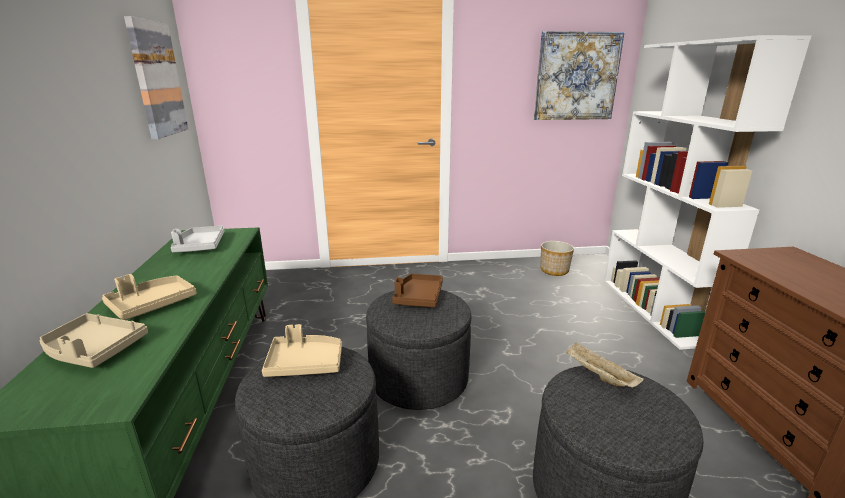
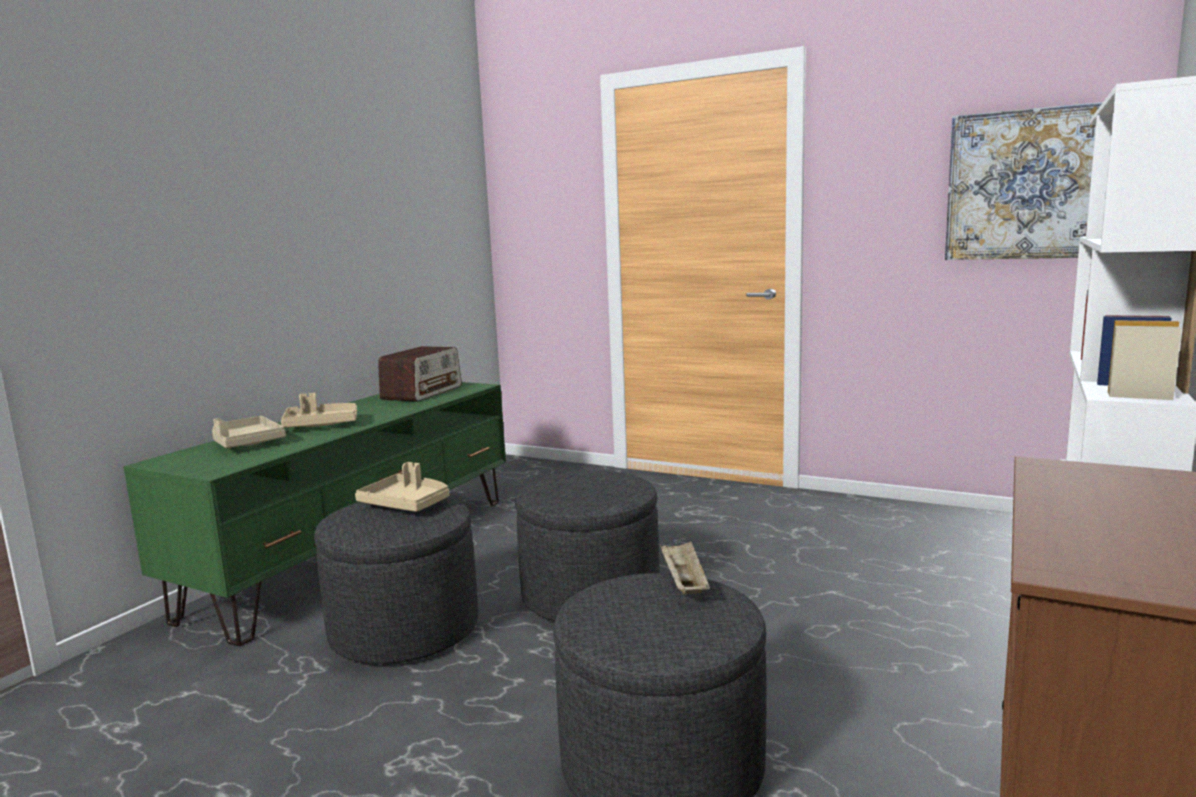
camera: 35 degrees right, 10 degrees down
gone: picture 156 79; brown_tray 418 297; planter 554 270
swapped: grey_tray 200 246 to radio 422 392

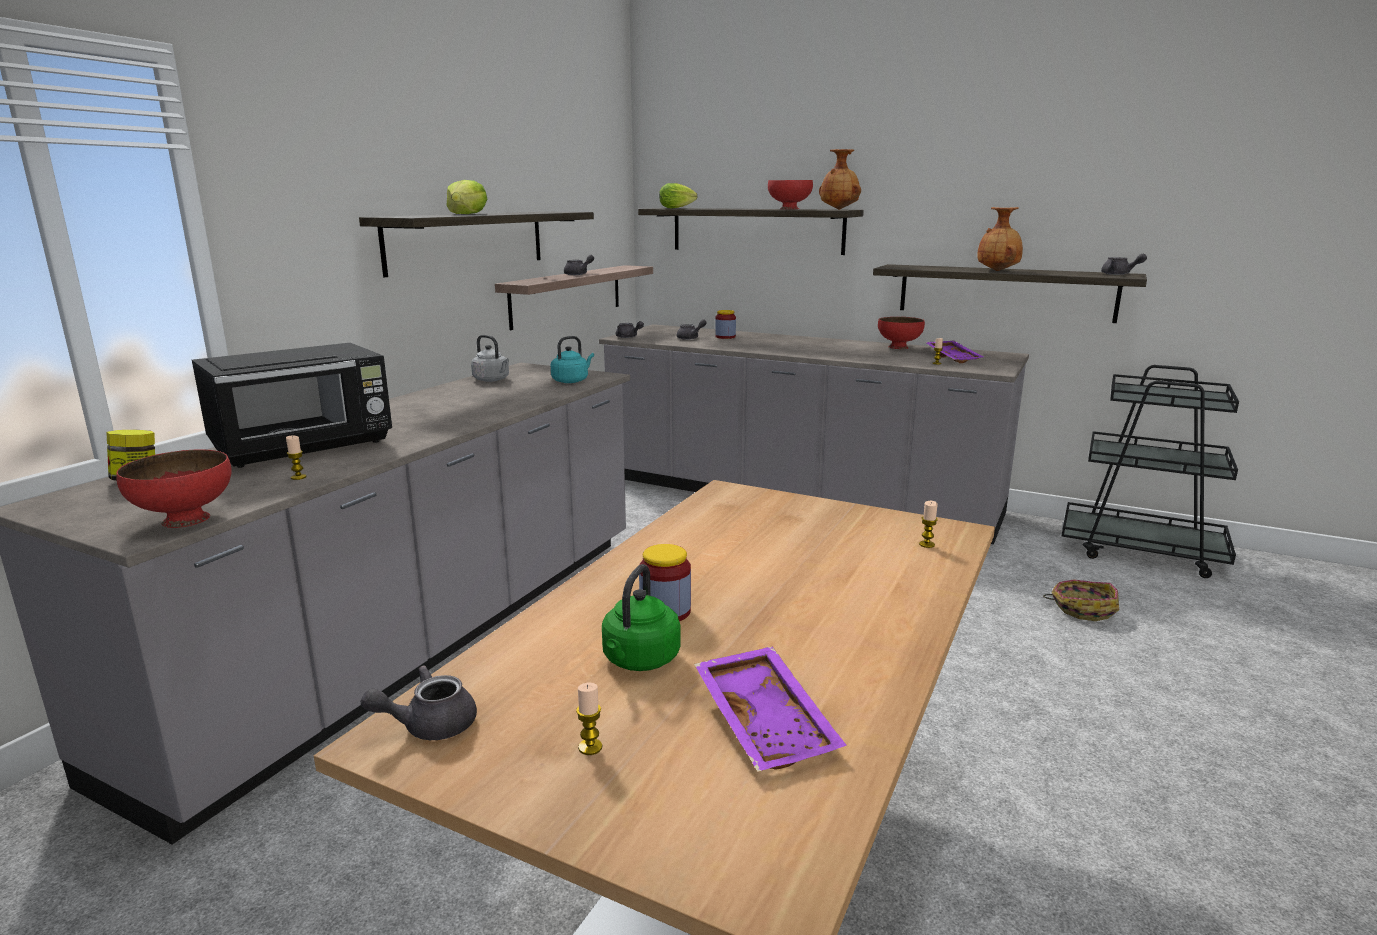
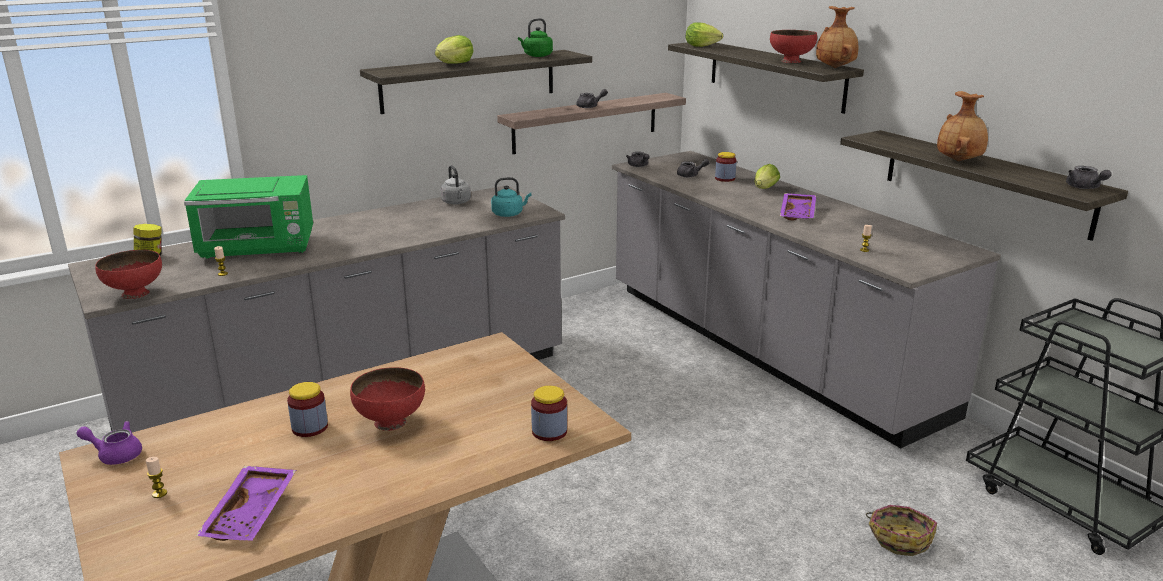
camera: 30 degrees right, 5 degrees up
new: lettuce 764 189
shifted: green_kettle 639 661 to 536 56; red_bowl 899 347 to 390 423; purple_tray 954 358 to 798 213
swapped: candle 926 544 to jar 549 432
repainted: black_microwave 305 447 to green_microwave 259 248; grey_teapot 429 725 to purple_teapot 115 455

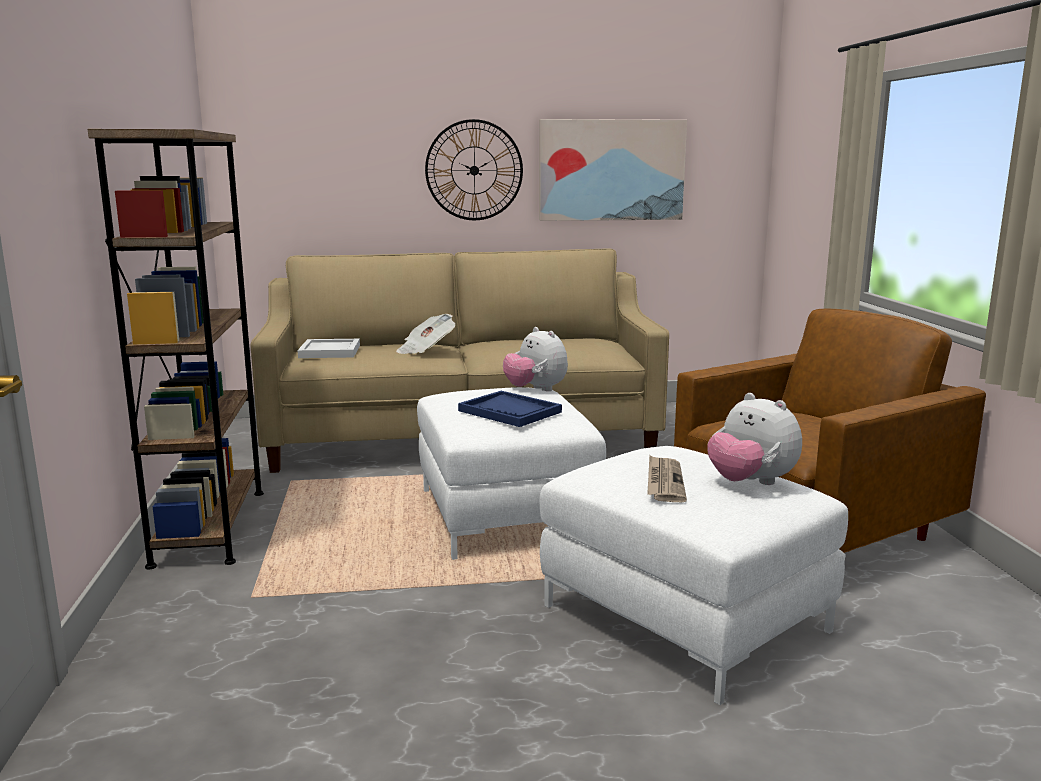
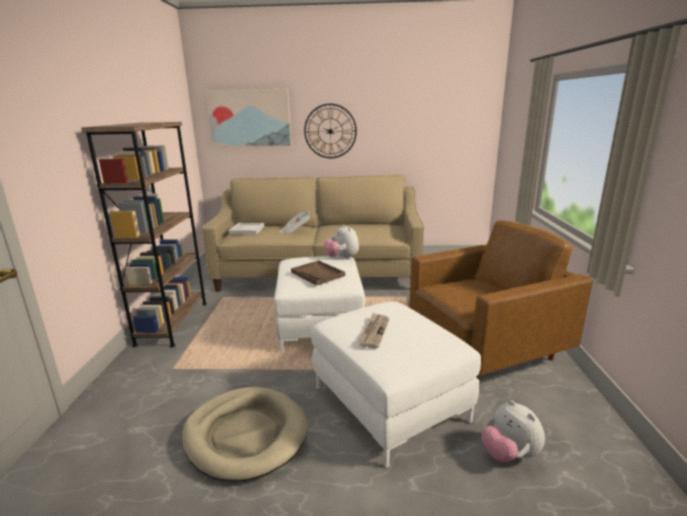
camera: 10 degrees right, 5 degrees up
new: beige_dog_bed 246 435
shifted: picture 611 170 to 249 118; plush_toy 751 483 to 509 454
repainted: blue_tray 510 411 to brown_tray 318 274

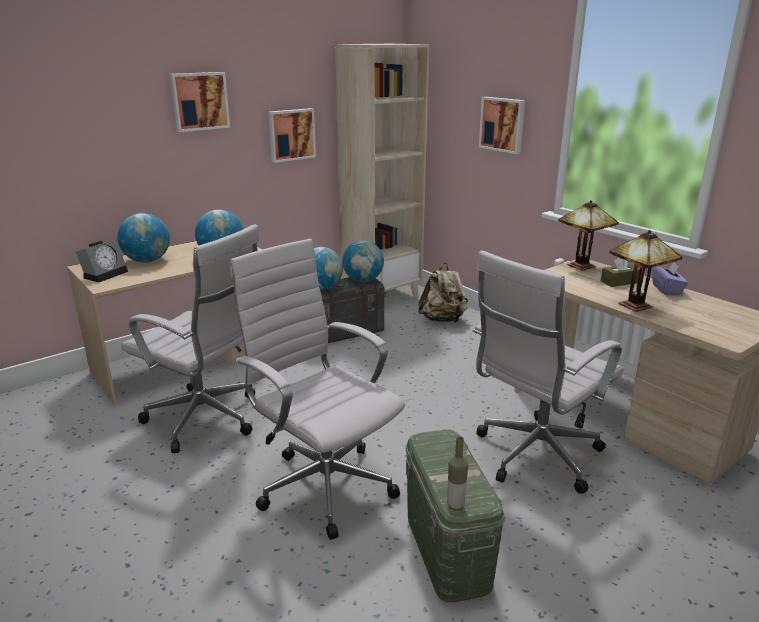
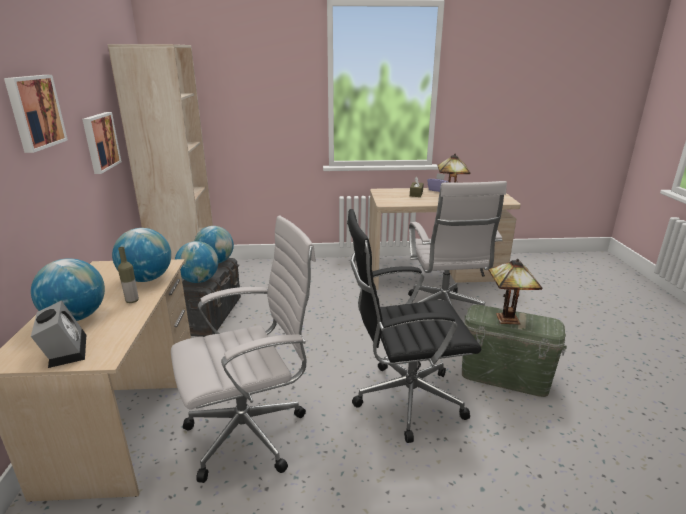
camera: 55 degrees left, 0 degrees up
gone: beige_backpack 443 320; picture 503 124
shifted: bottle 455 505 to 132 301; table_lamp 581 265 to 506 318
repainted: white_office_chair 323 484 to black_office_chair 403 400

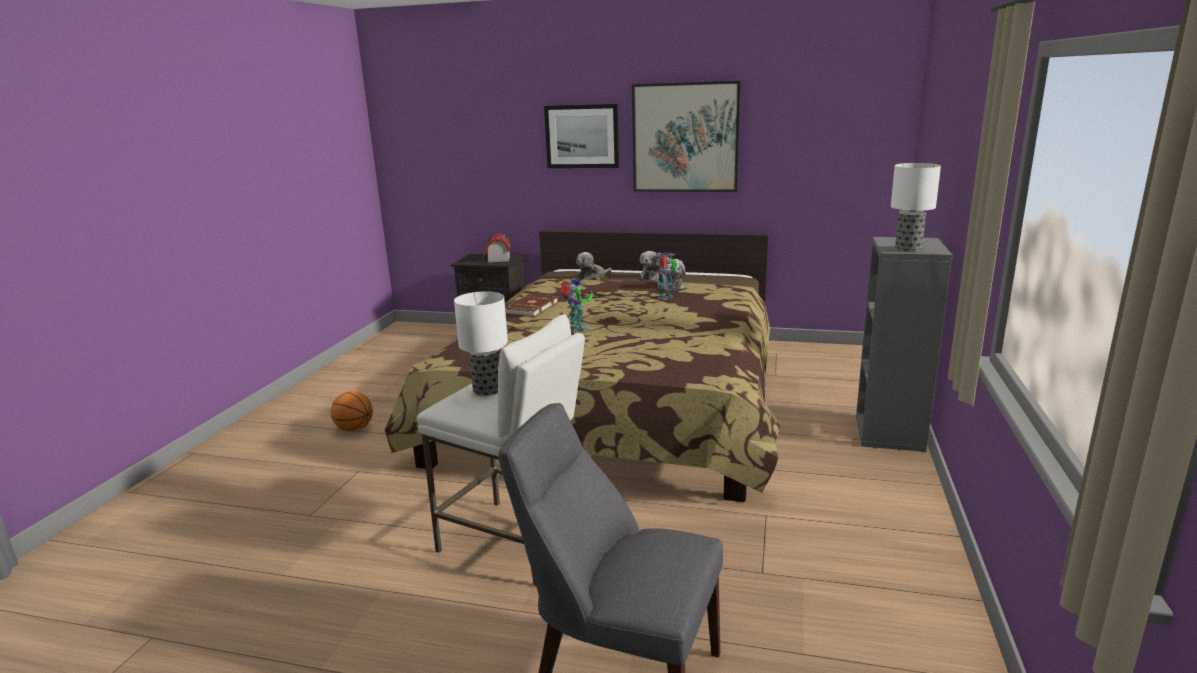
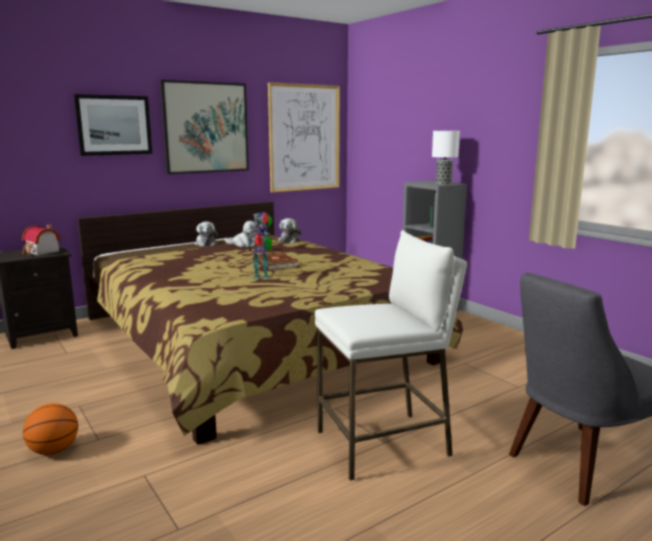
camera: 50 degrees left, 5 degrees down
gone: table_lamp 488 390
new: picture 304 138
shifted: brown_book 530 308 to 274 264; plush_toy 592 277 to 289 240

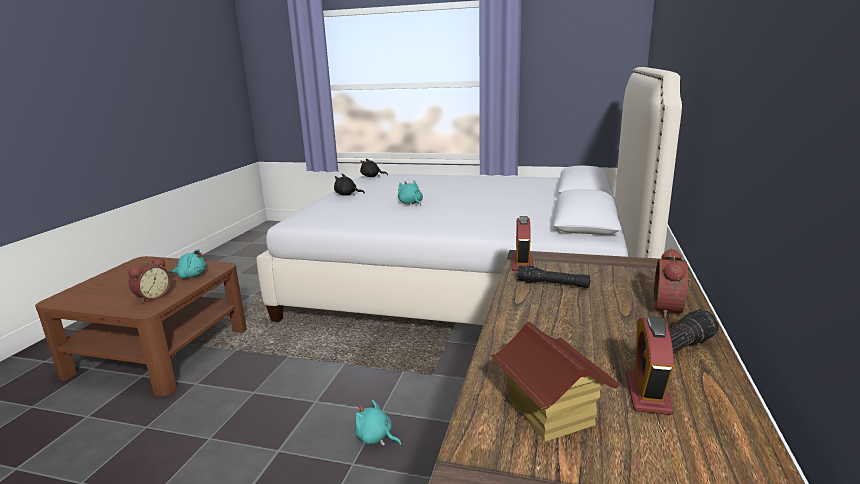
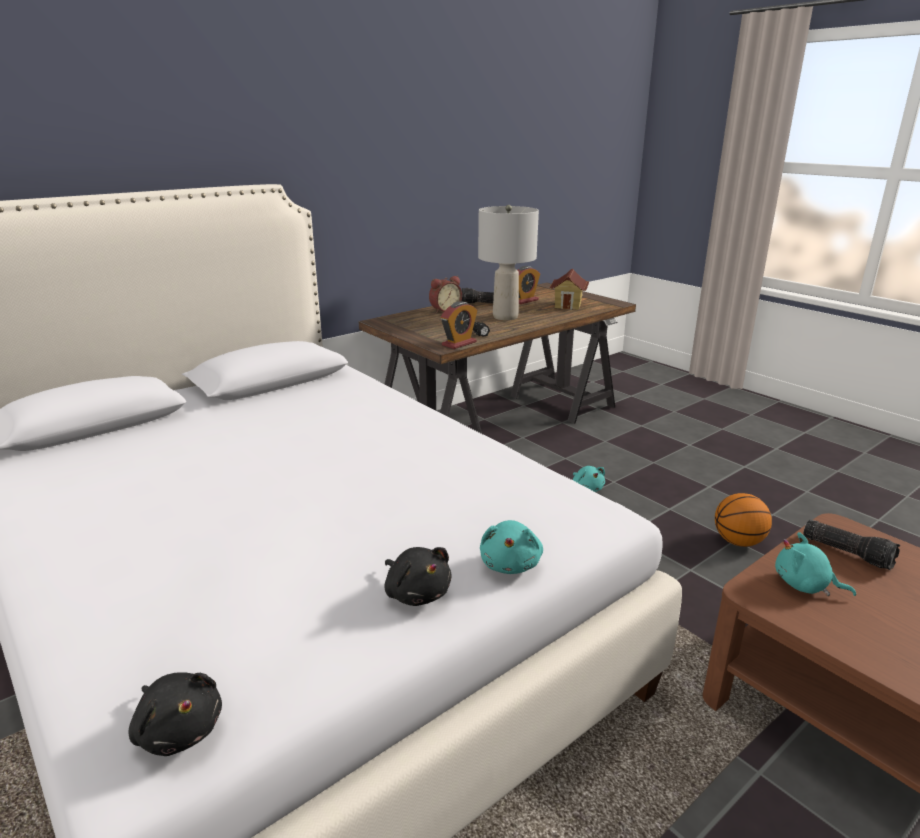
camera: 145 degrees left, 5 degrees up
new: grey_table_lamp 505 317; basketball 738 542
shifted: turquoise_plush_toy 411 203 to 510 564
swapped: alarm_clock 152 296 to flashlight 848 552

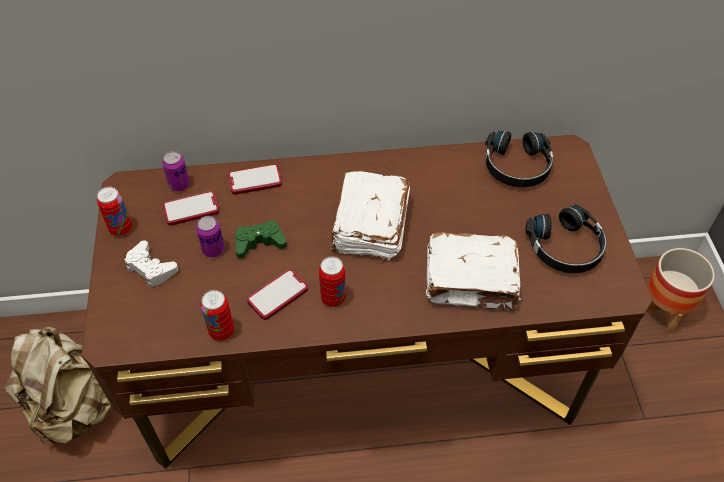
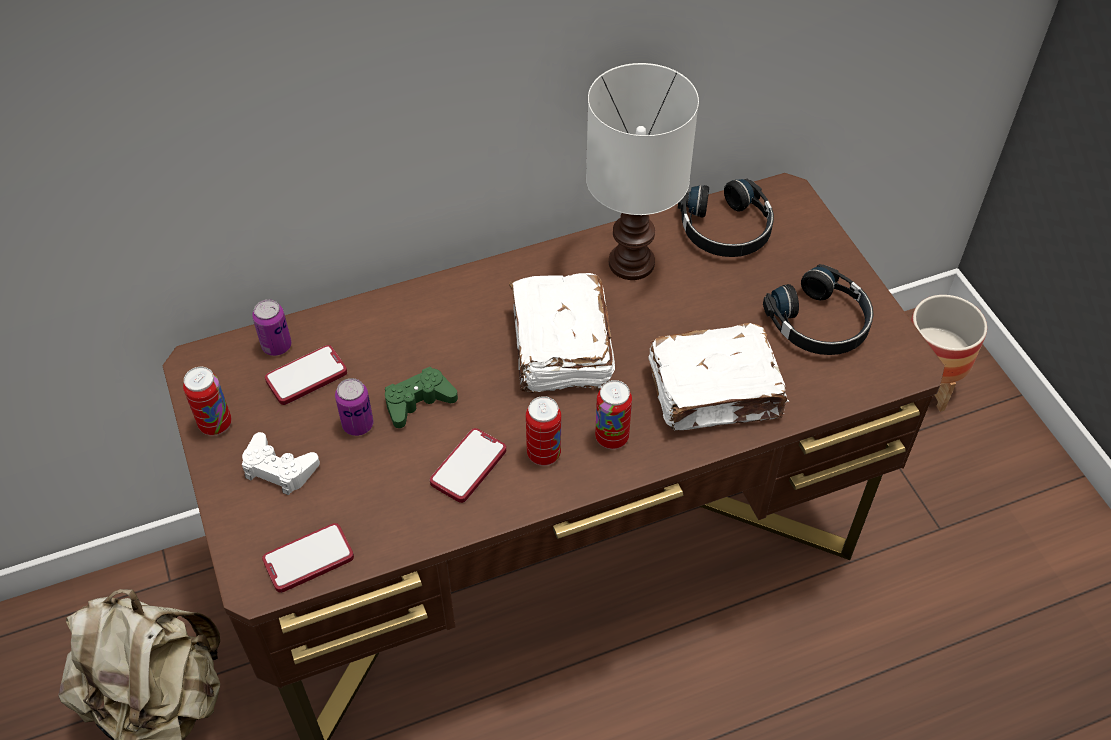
camera: 15 degrees left, 0 degrees up
new: white_table_lamp 632 264
shifted: can 221 331 to 611 438; phone 255 180 to 308 559

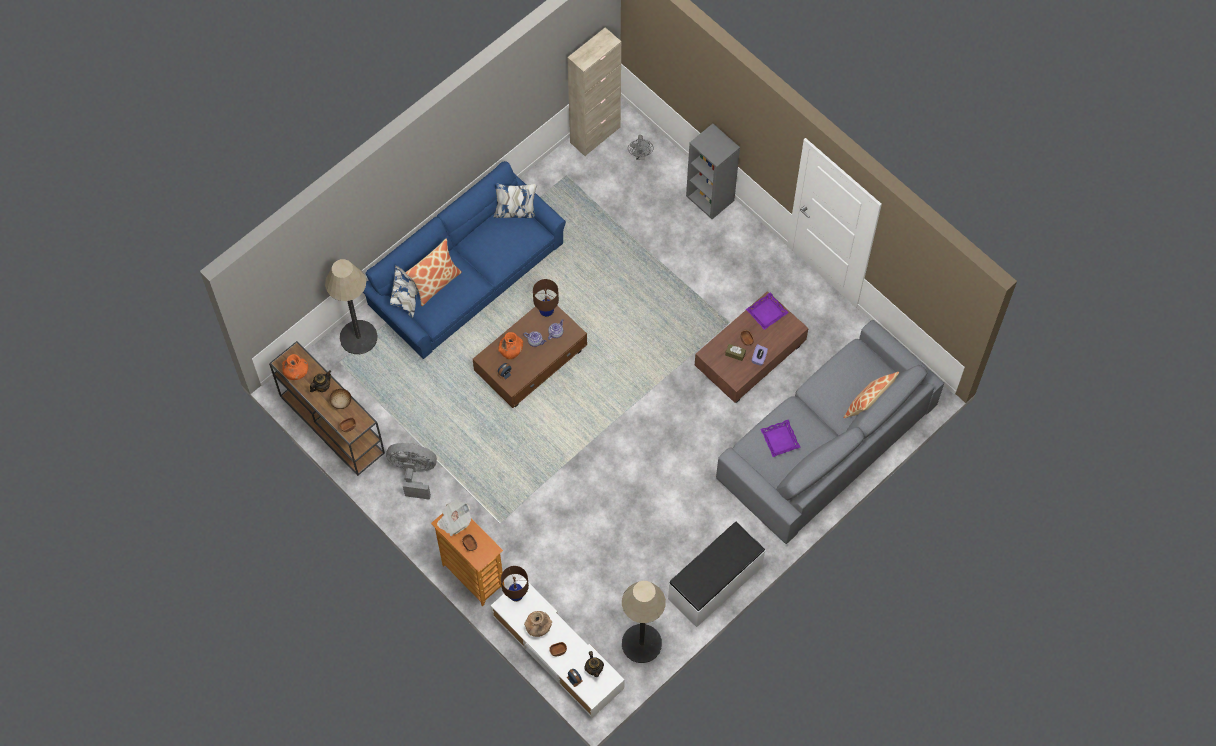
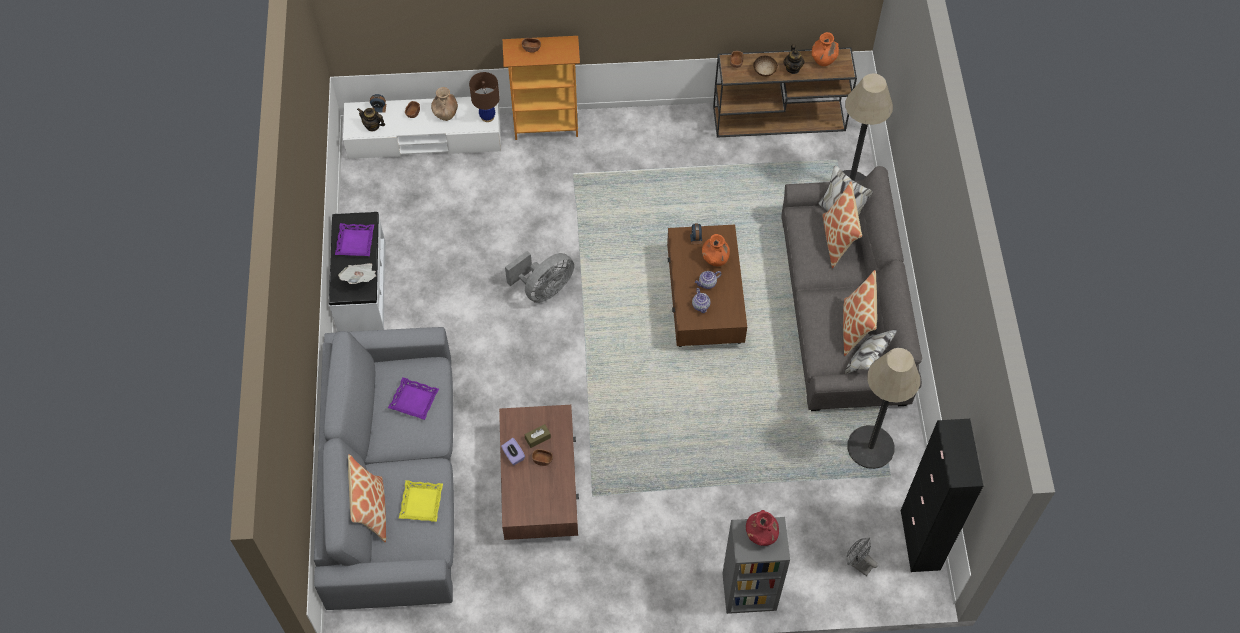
camera: 130 degrees right, 5 degrees down
gone: brown_table_lamp 546 312
new: yellow_tray 421 503; red_vase 761 534; pillow 855 327
shifted: grey_fan 414 473 to 544 289; newspaper 454 521 to 360 278; floor_lamp 641 643 to 870 447; purple_tray 767 313 to 355 242
repainted: blue_sofa 467 276 to grey_sofa 842 310; beige_cabinet 595 135 to black_cabinet 919 540

